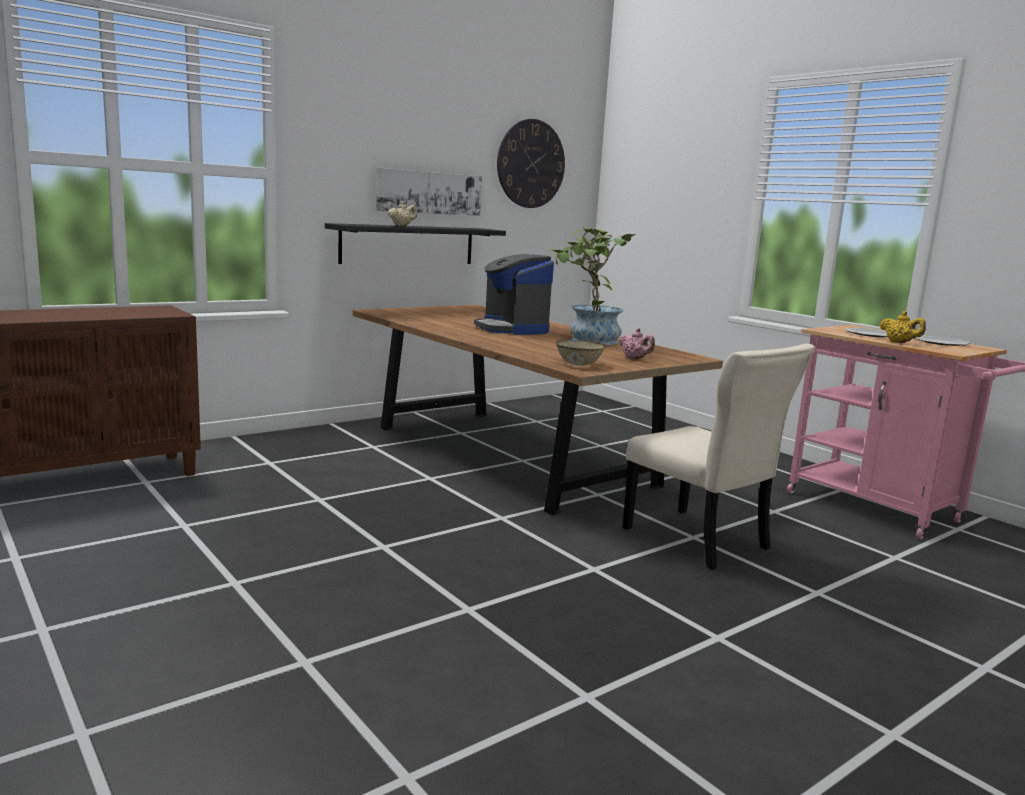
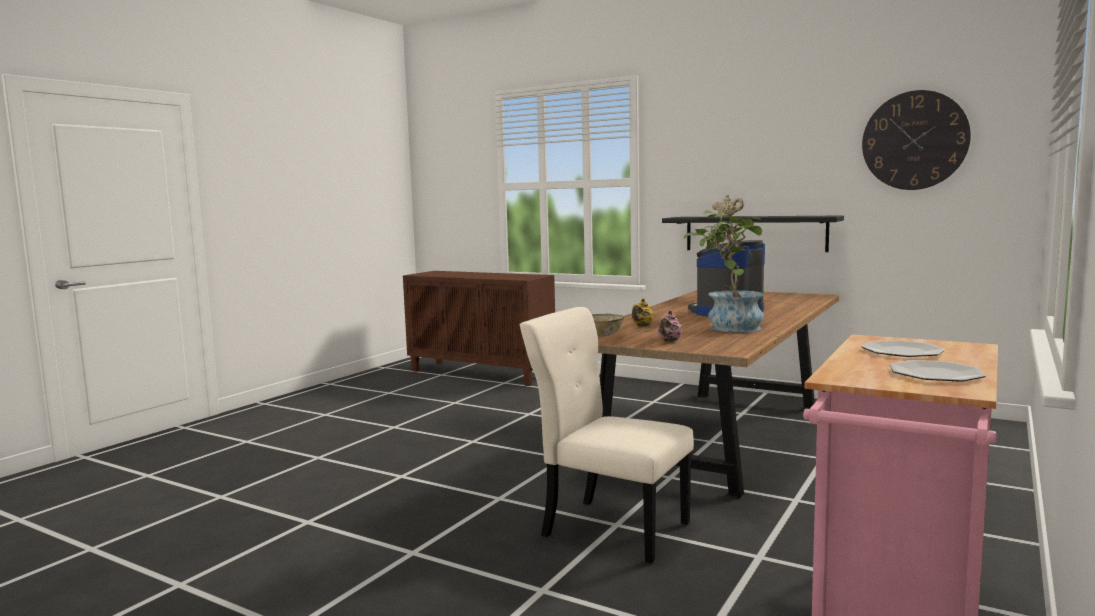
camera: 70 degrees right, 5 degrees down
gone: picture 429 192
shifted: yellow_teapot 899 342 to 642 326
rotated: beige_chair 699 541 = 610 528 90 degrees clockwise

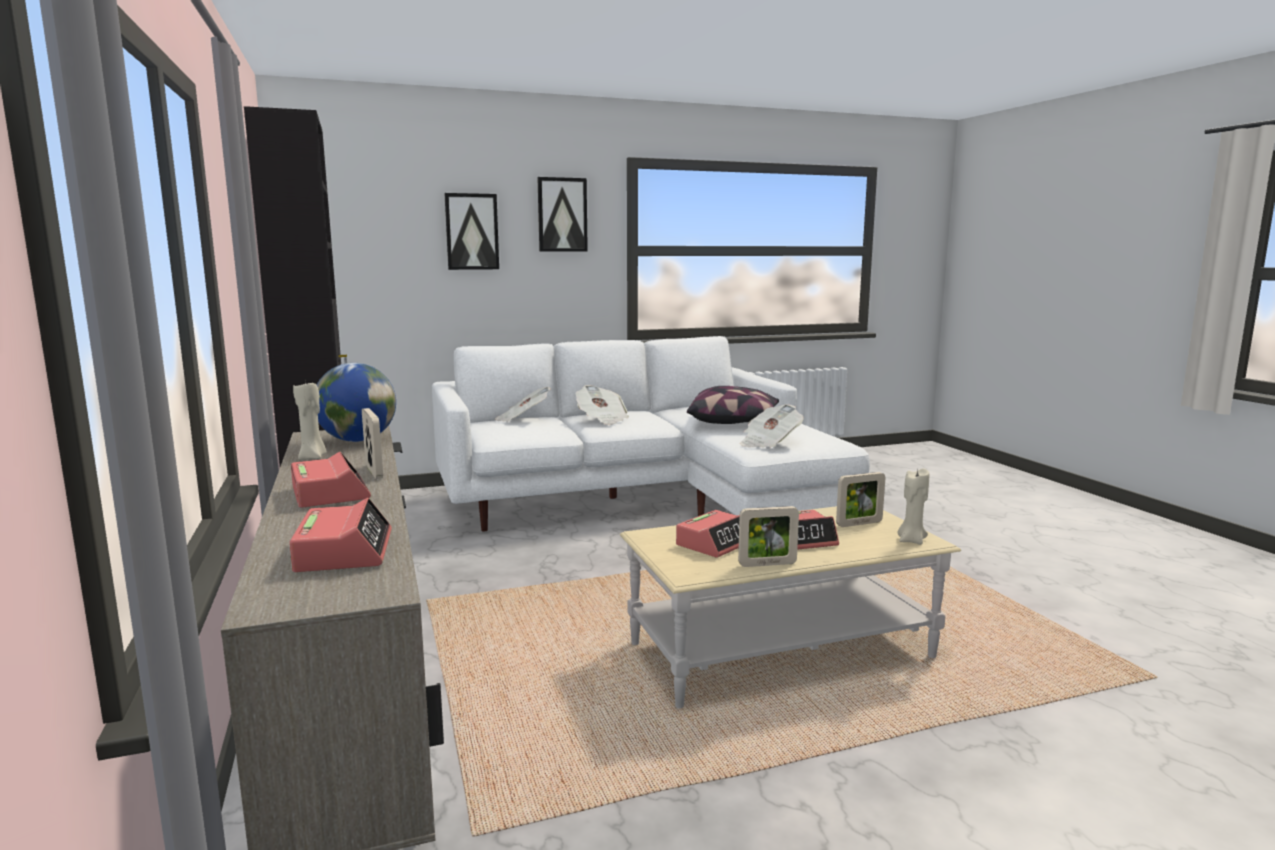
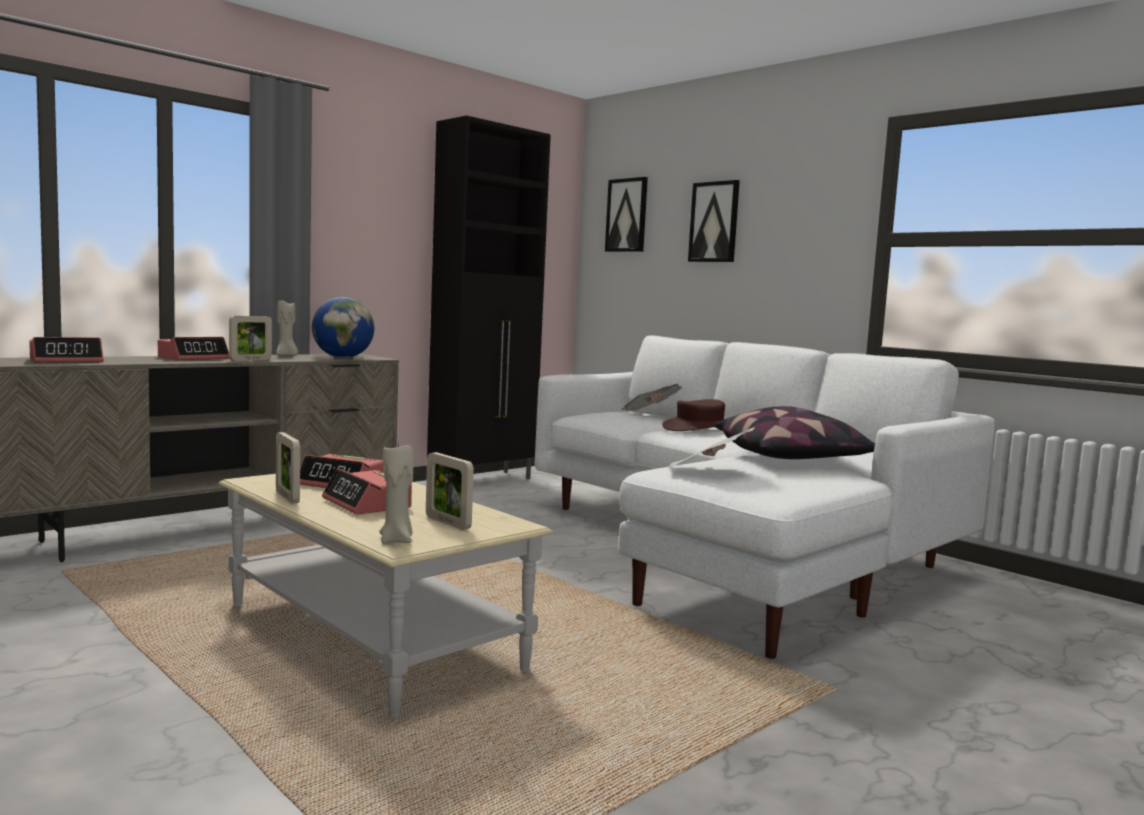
camera: 65 degrees right, 5 degrees down
shifted: picture 562 215 to 627 215
swapped: newspaper 602 419 to brown_hat 699 428

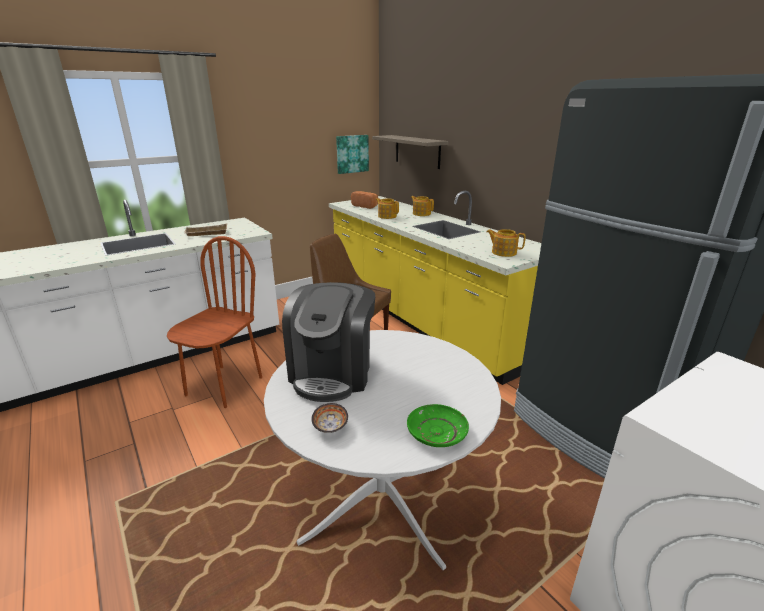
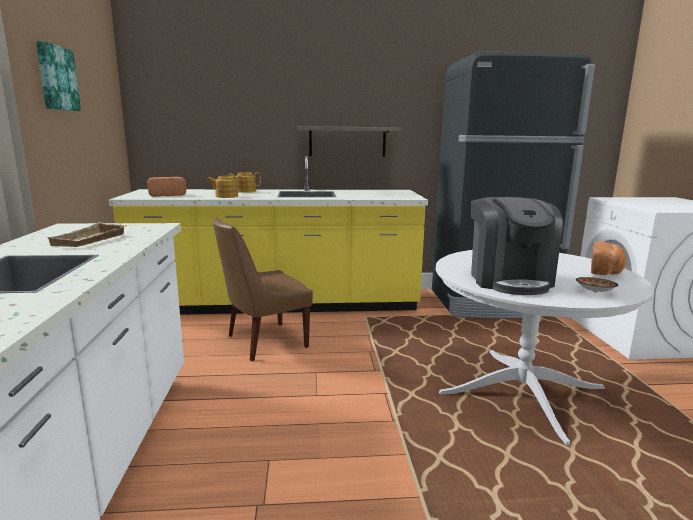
camera: 60 degrees left, 10 degrees down
gone: brown_chair 224 386; teapot 503 252
shifted: picture 352 154 to 56 78; shelf 417 151 to 347 141
swapped: green_plate 436 432 to bread 606 271
rotated: coffee_machine 333 372 = 509 280 45 degrees clockwise

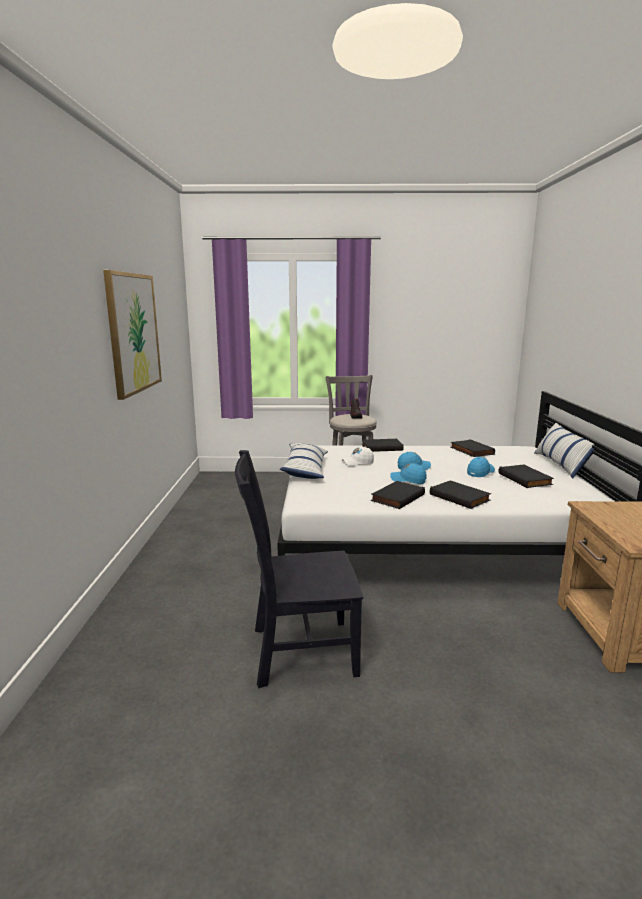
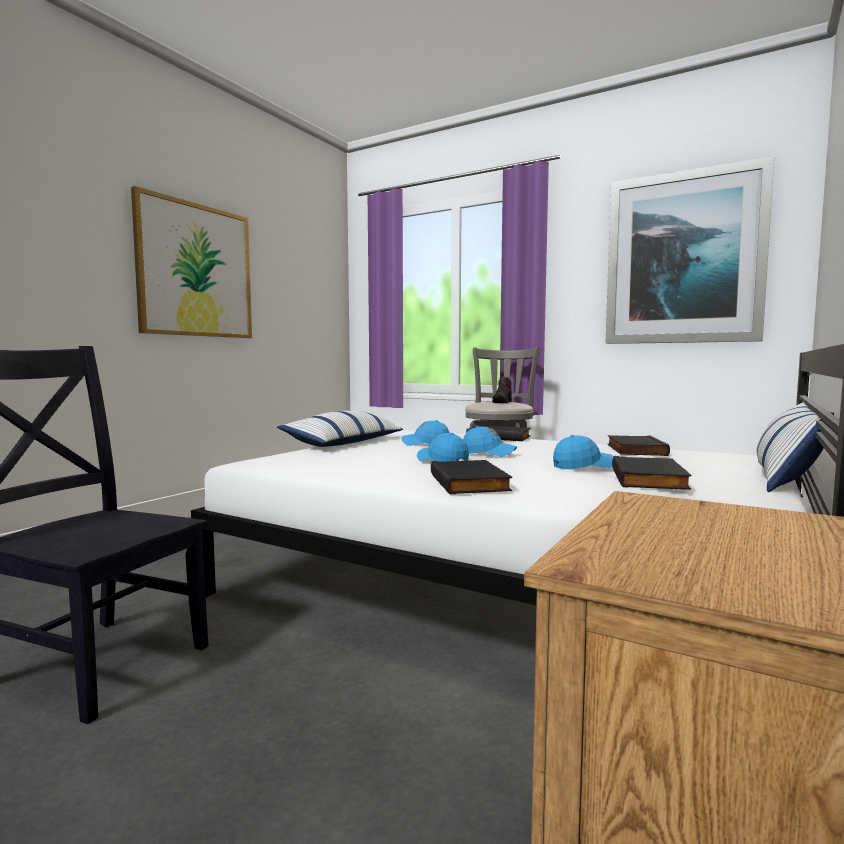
camera: 30 degrees right, 10 degrees down
gone: black_book 397 497
new: picture 684 259
repainted: white_cap 358 462 to blue_cap 426 444

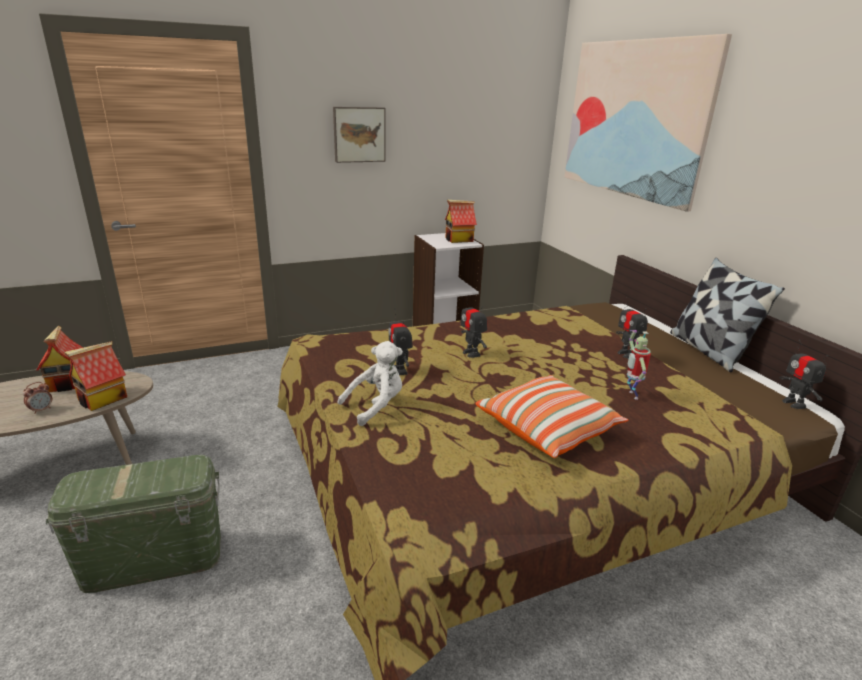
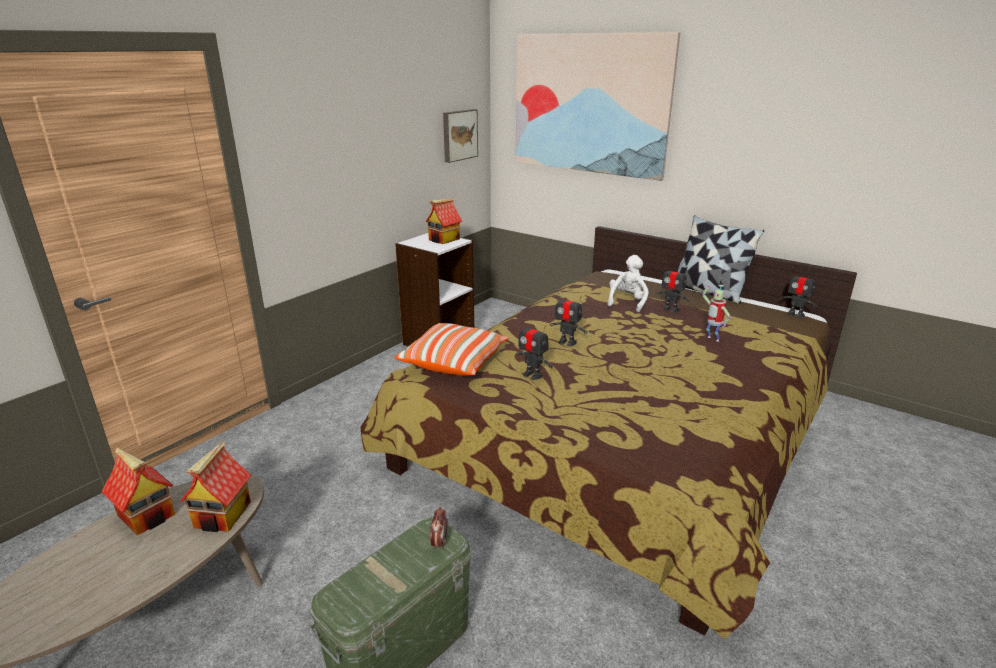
camera: 30 degrees left, 0 degrees up
shifted: alarm_clock 41 410 to 439 543; picture 359 134 to 459 135; white_plush_toy 376 406 to 627 302; pillow 548 429 to 454 362

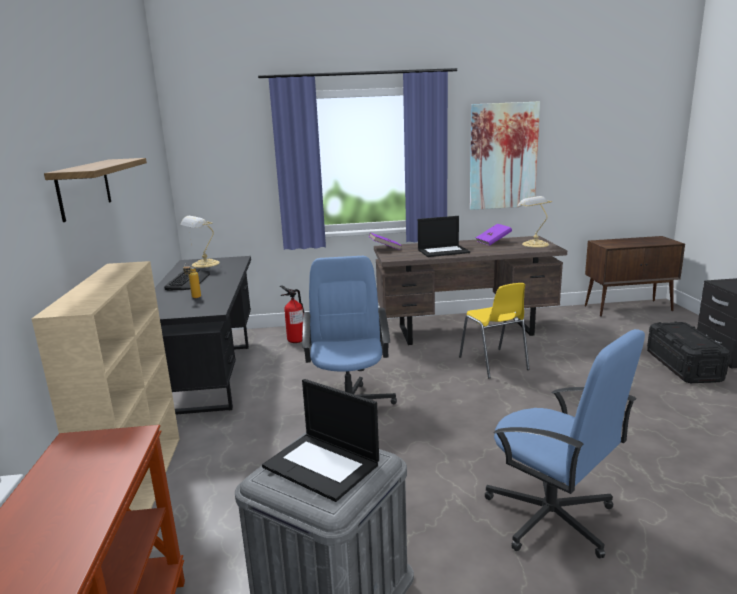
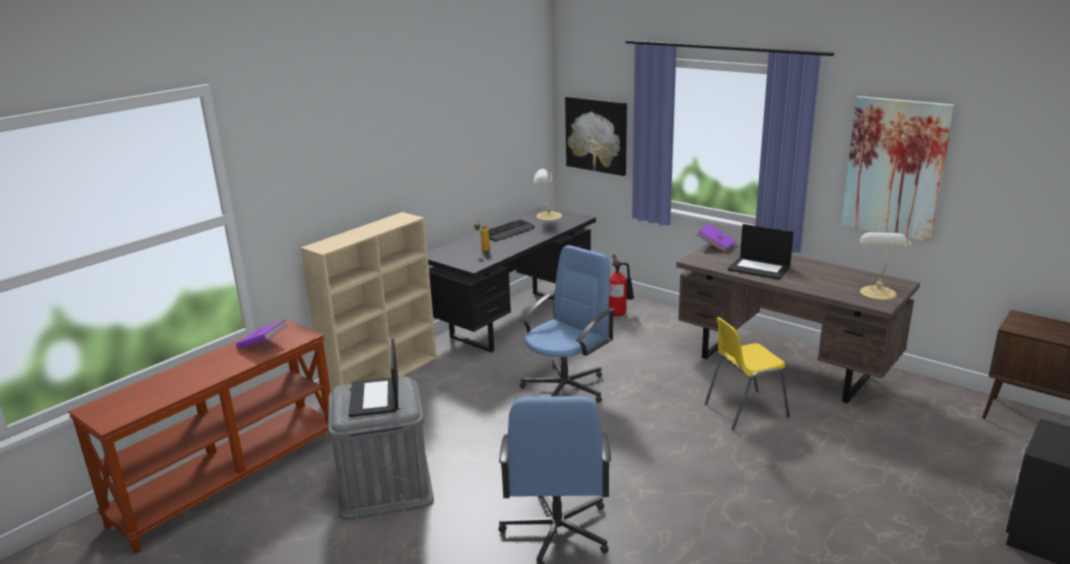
camera: 45 degrees right, 5 degrees up
gone: shelf 84 188; black_storage_box 683 366
new: picture 597 135
shifted: purple_book 493 242 to 263 345
rotated: yellow_chair 494 363 = 744 410 45 degrees clockwise

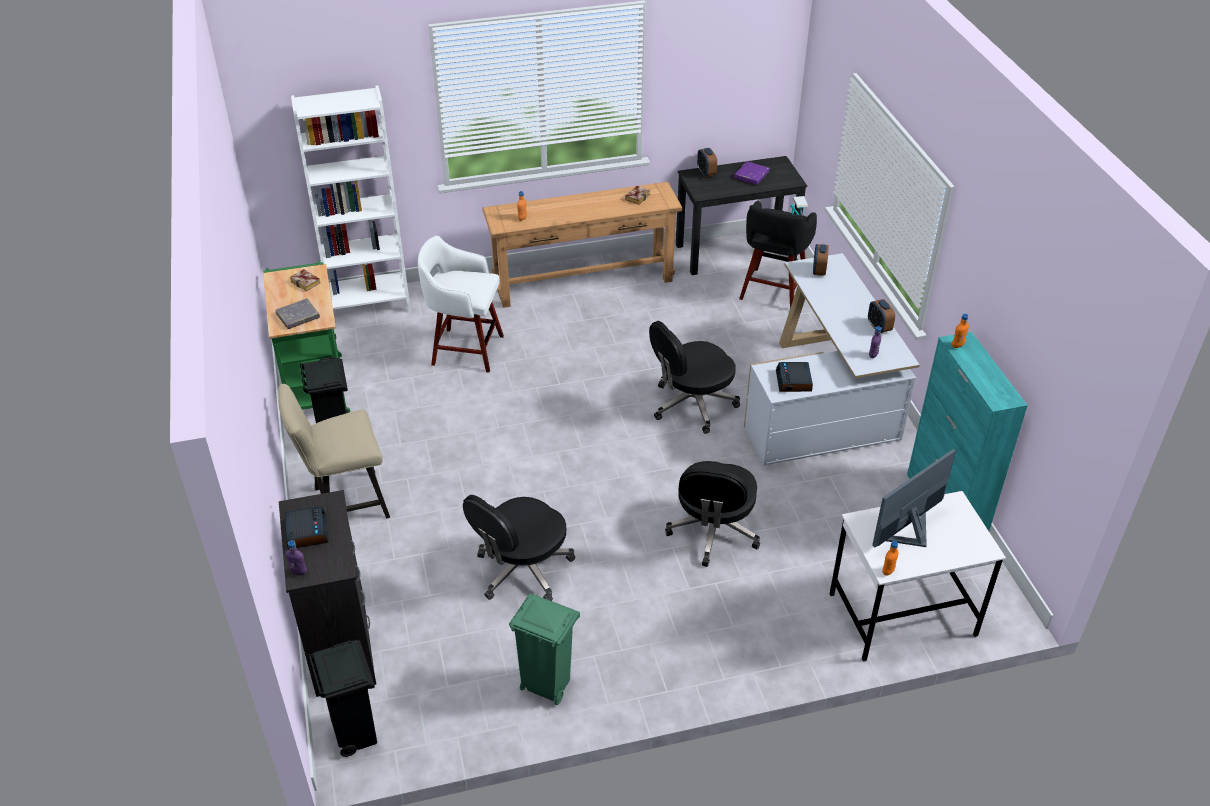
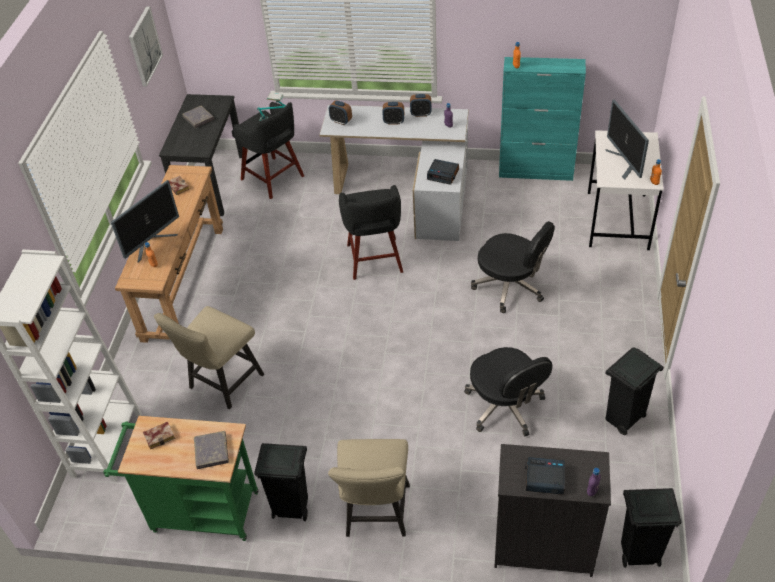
camera: 65 degrees left, 5 degrees up
new: monitor 152 243; picture 144 46
shifted: alarm_clock 706 173 to 394 122
swapped: white_stool 465 350 to beige_chair 222 384; black_office_chair 692 405 to black_stool 374 260
repainted: green_trash_can 546 686 to black_trash_can 623 420; purple_book 751 175 to grey_book 198 118

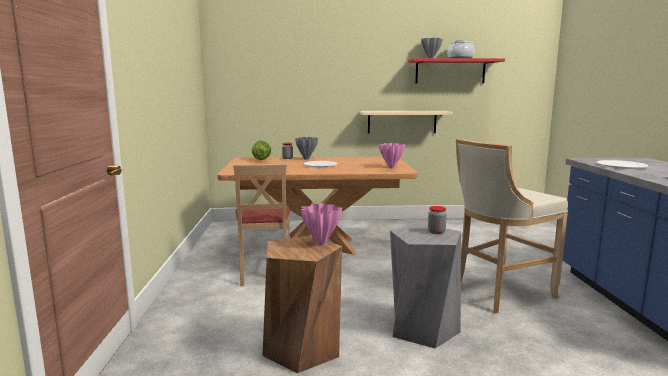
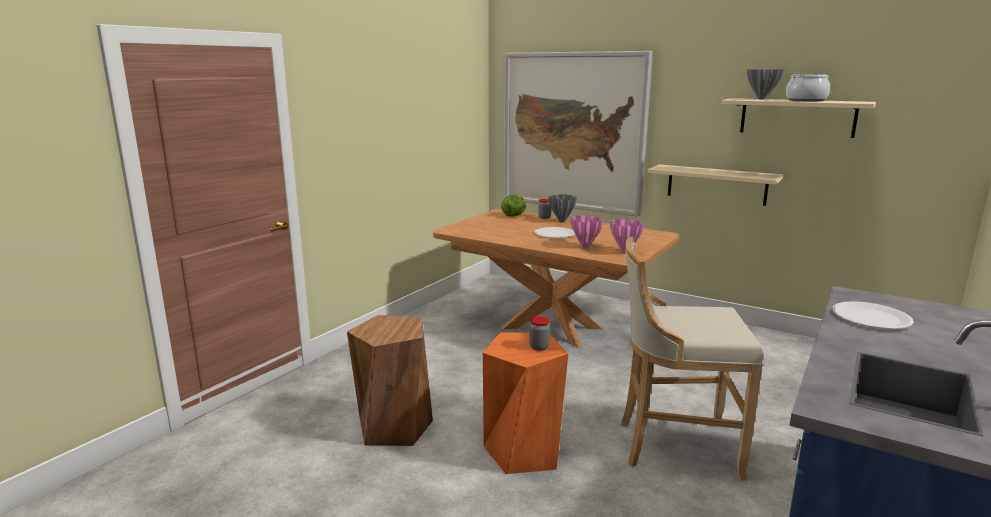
camera: 35 degrees right, 5 degrees up
gone: beige_chair 264 273
new: picture 573 131
shifted: pink_vase 321 243 to 585 247
repainted: grey_stool 423 329 to orange_stool 524 451; red_shelf 450 71 to beige_shelf 797 117

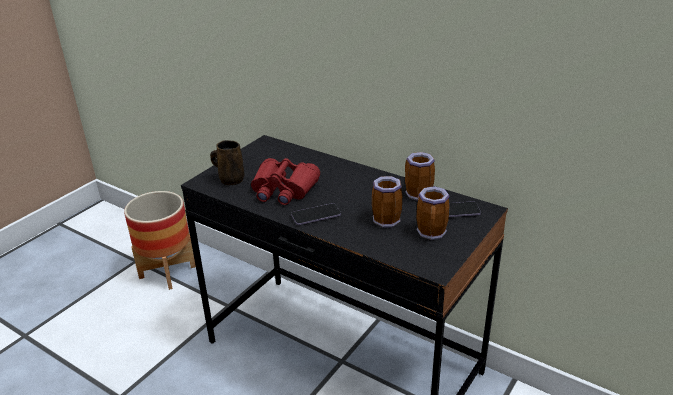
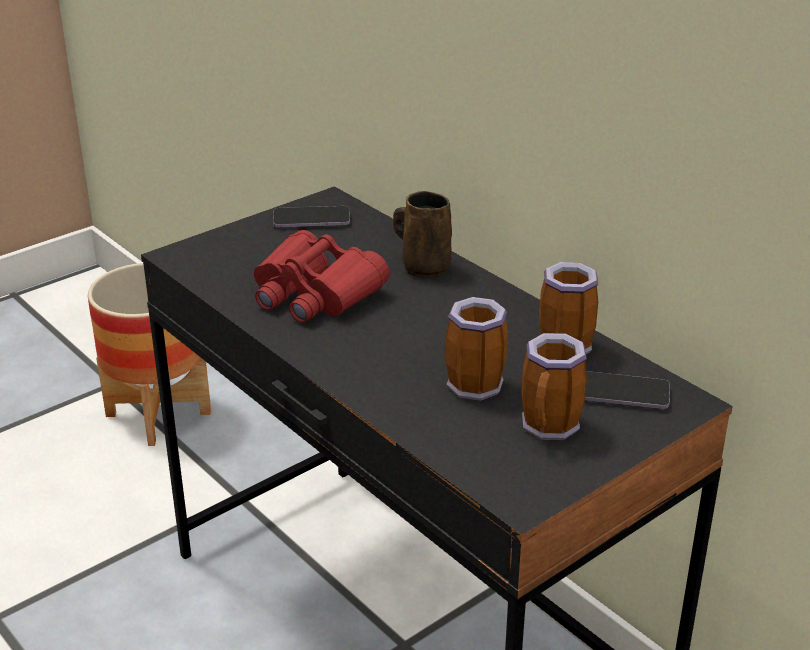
camera: 15 degrees right, 0 degrees up
shifted: brown_mug 230 179 to 423 267; phone 316 216 to 311 219

